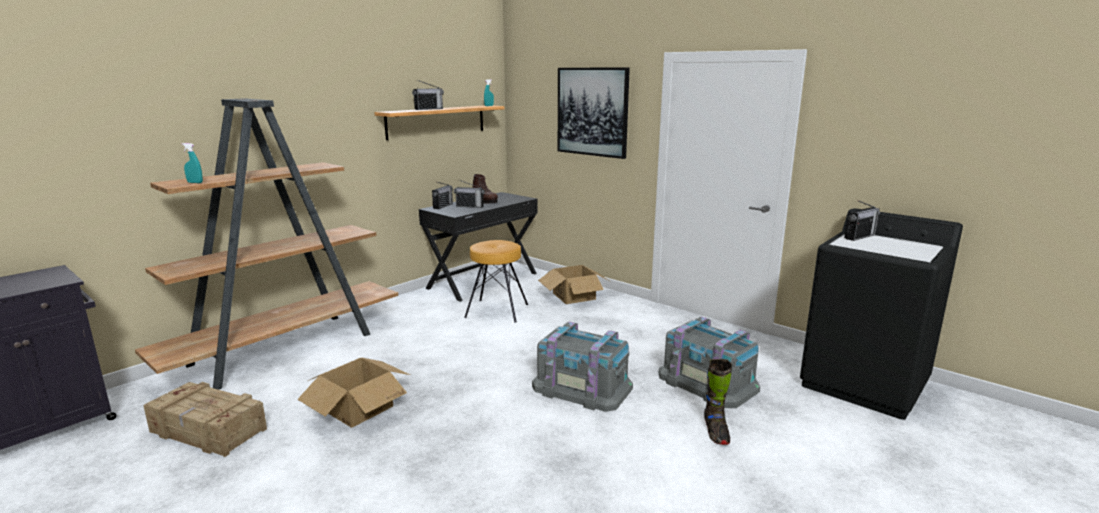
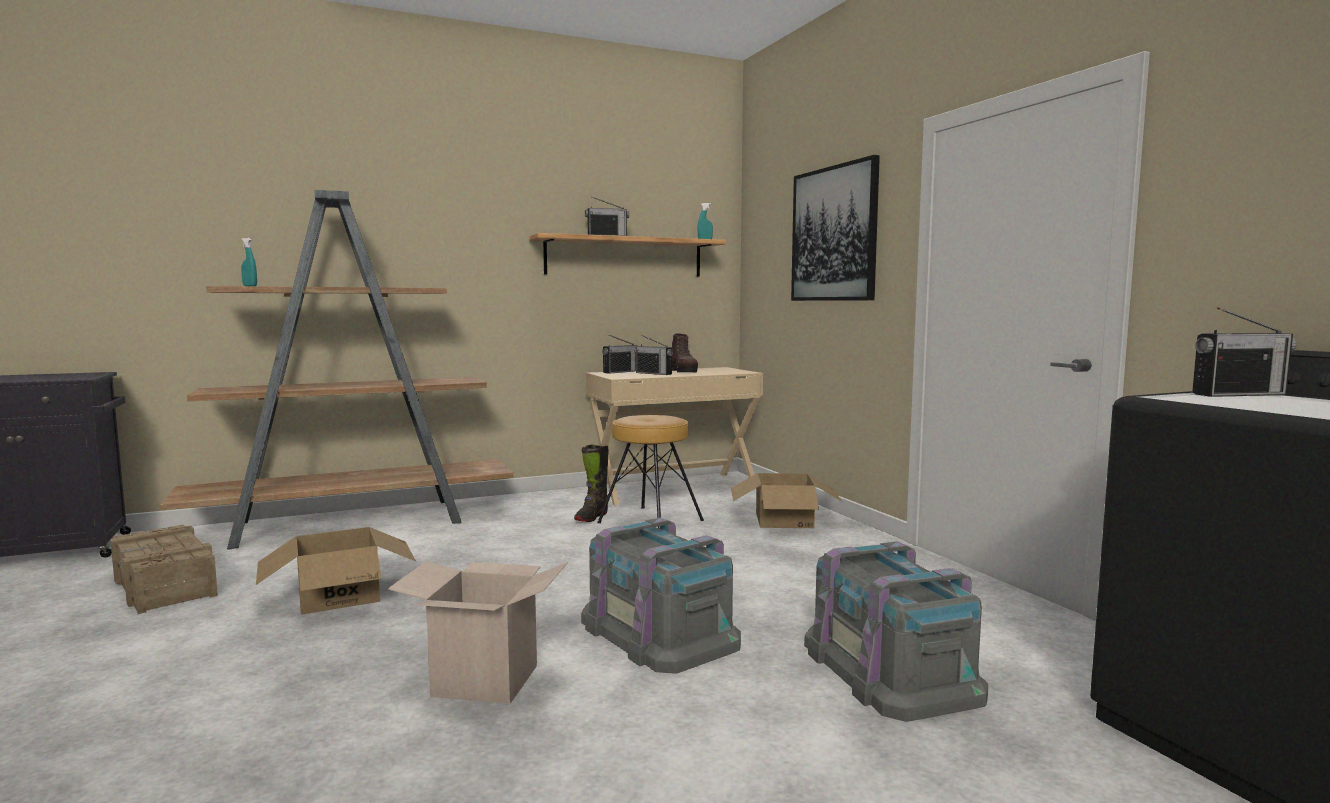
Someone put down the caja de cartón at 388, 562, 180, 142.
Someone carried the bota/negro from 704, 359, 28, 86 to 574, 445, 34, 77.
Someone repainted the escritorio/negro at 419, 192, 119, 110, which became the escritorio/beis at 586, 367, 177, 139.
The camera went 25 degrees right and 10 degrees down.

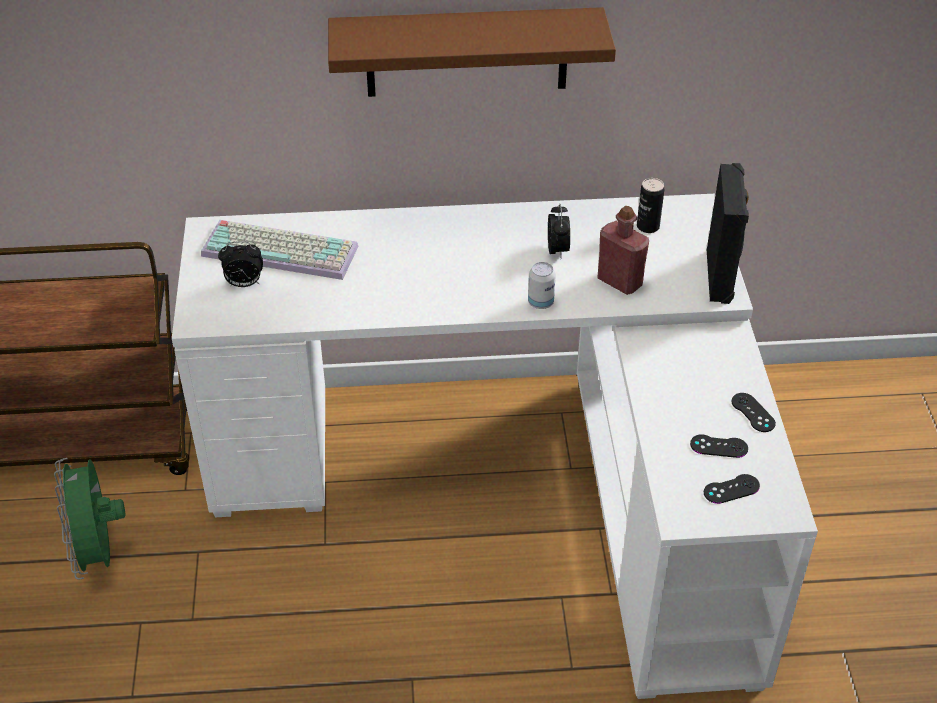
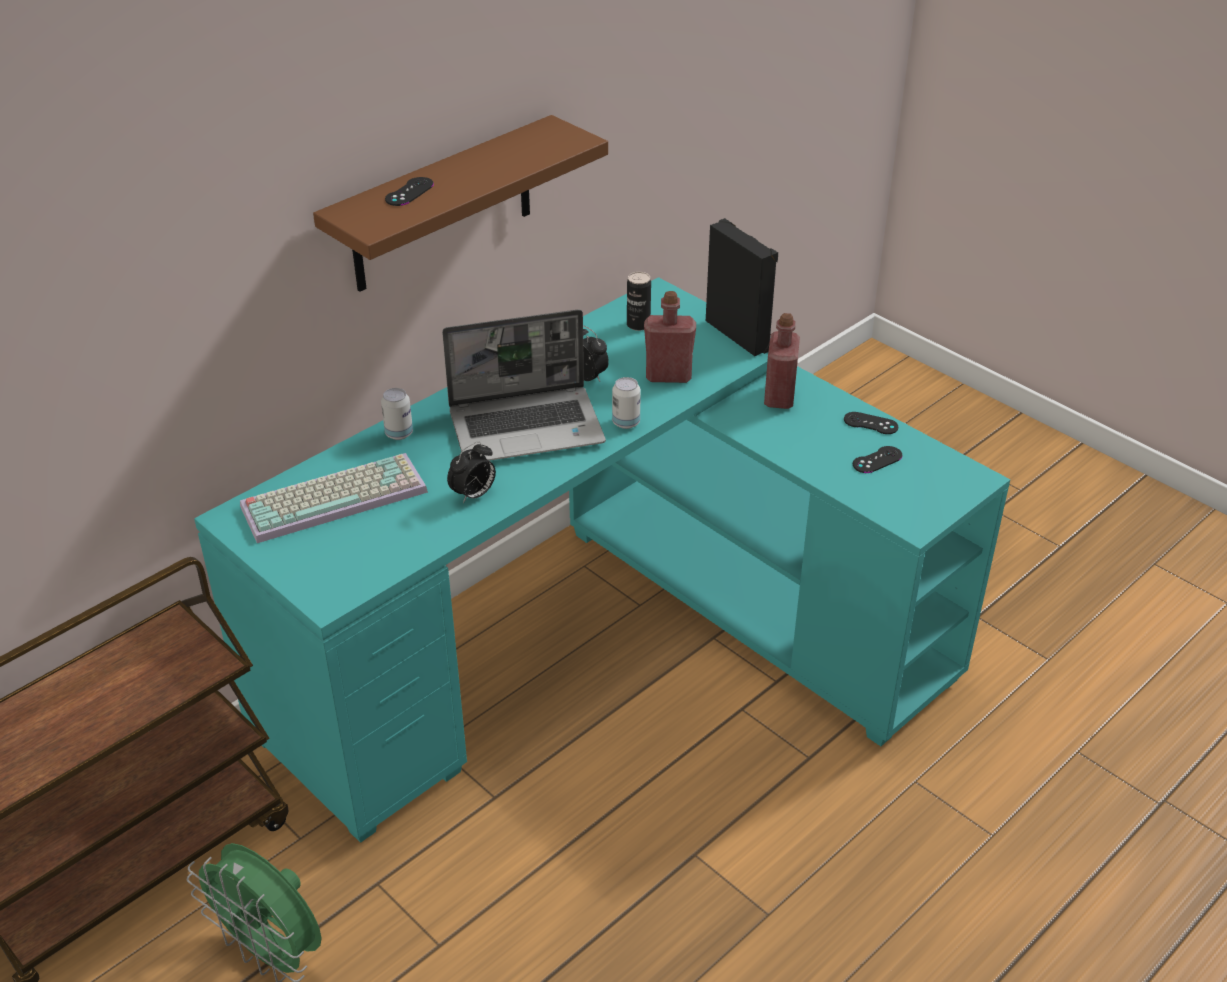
Someone repainted the escritorio/blanco at 172, 194, 646, 505, which became the escritorio/turquesa at 194, 277, 816, 566.
Someone put down the lata at 381, 388, 32, 52.
Someone carried the mando de consola/negro from 704, 474, 56, 30 to 385, 177, 49, 29.
Someone put down the portátil at 442, 309, 164, 152.
Someone carried the despertador from 218, 241, 45, 46 to 447, 441, 49, 62.
Someone put down the botella/rojo at 764, 313, 36, 96.
The camera went 40 degrees left and 5 degrees down.

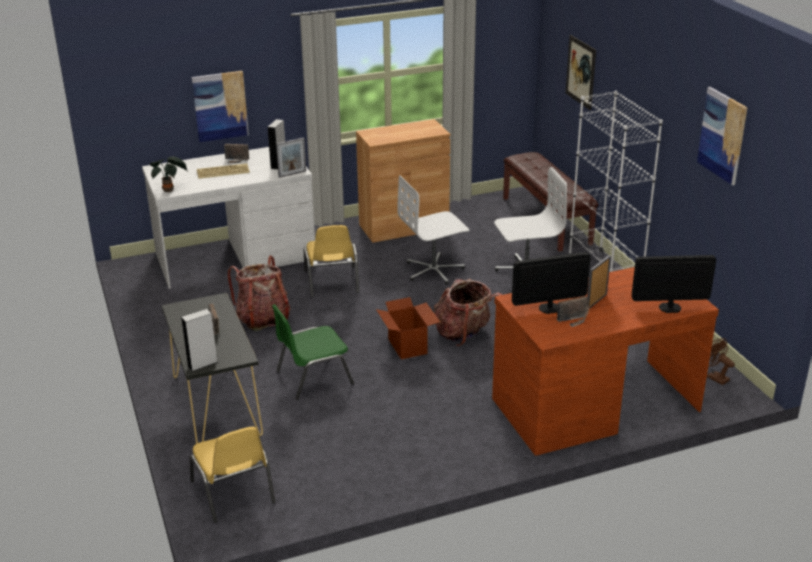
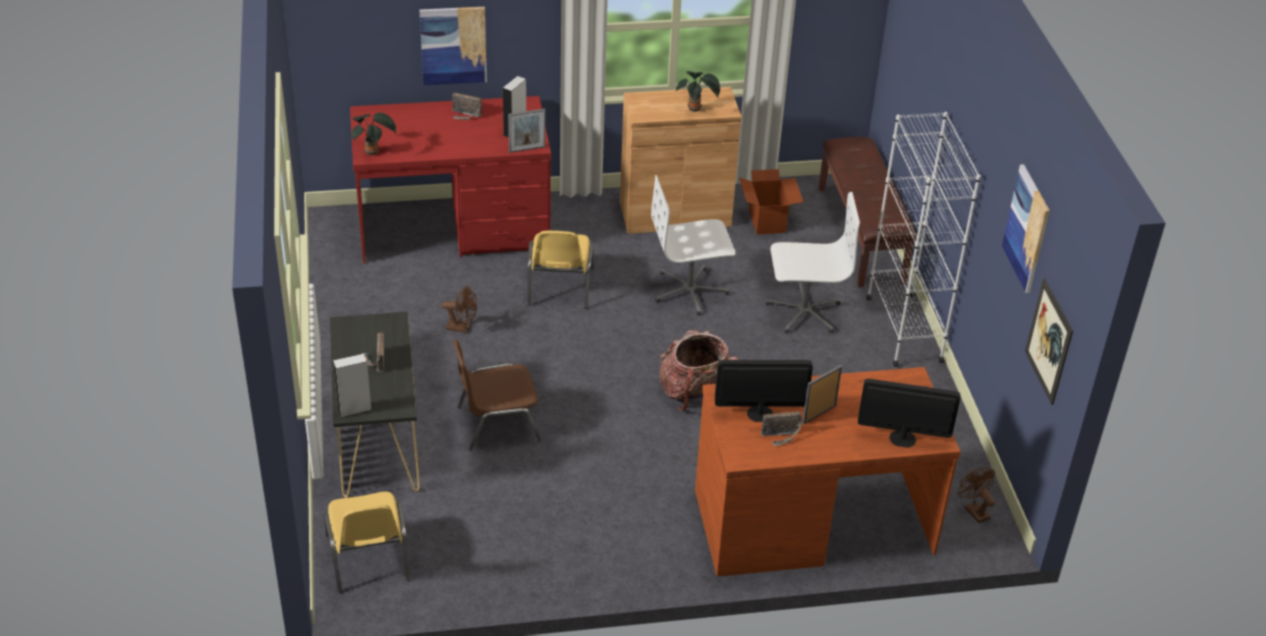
Someone repainted the escritorio/blanco at 142, 147, 173, 142, which became the escritorio/rojo at 350, 96, 201, 168.
Someone swapped the mochila at 228, 256, 63, 75 for the ventilador/marrón at 441, 286, 36, 47.
Someone repainted the silla/verde at 272, 304, 82, 96, which became the silla/marrón at 453, 340, 89, 111.
Someone put down the planta en maceta at 676, 71, 44, 41.
Someone carried the caja de cartón from 376, 297, 64, 62 to 739, 169, 65, 66.
Someone carried the cuadro from 566, 35, 30, 75 to 1025, 278, 48, 127.
Someone took away the teclado at 197, 163, 53, 16.
The camera went 10 degrees right and 10 degrees up.

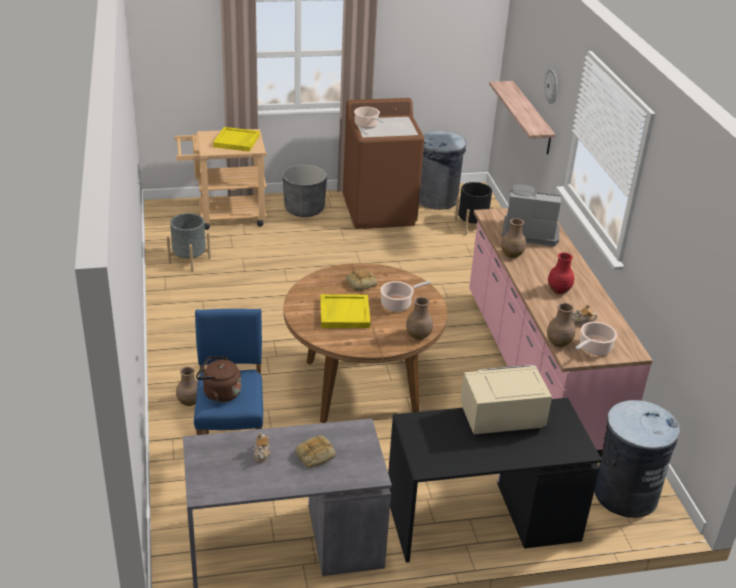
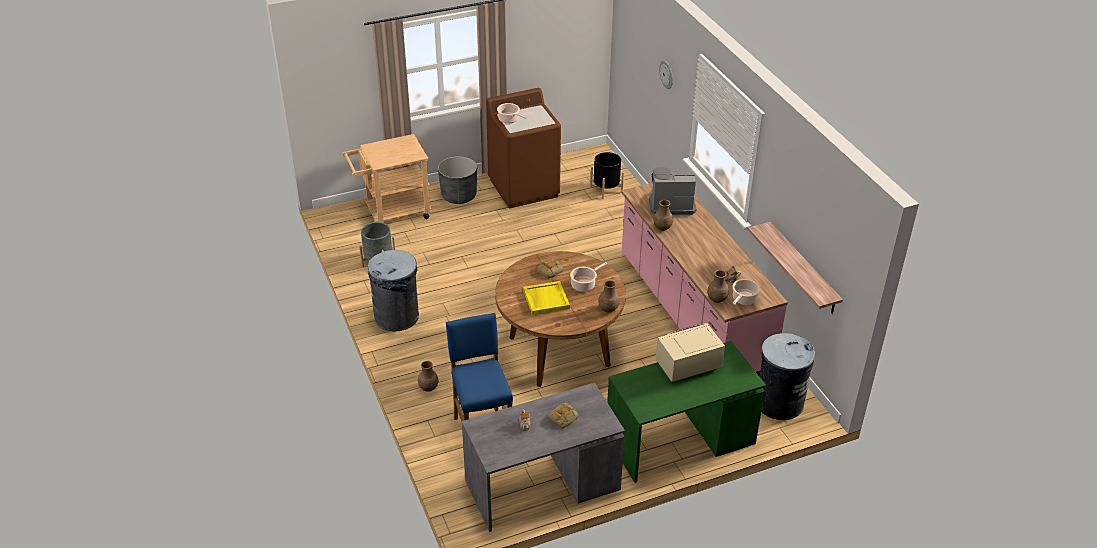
Someone carried the papelera/gris from 419, 131, 47, 79 to 368, 250, 51, 81.
Someone repainted the escritorio/negro at 388, 398, 214, 165, which became the escritorio/verde at 607, 341, 159, 142.
Someone carried the estante from 489, 81, 67, 74 to 748, 222, 95, 92.
Someone took away the hervidor/marrón at 196, 356, 45, 46.
Someone took away the bandeja/amarillo at 213, 127, 47, 25.
Someone took away the florero/rojo at 548, 252, 26, 42.
The camera went 10 degrees left and 5 degrees up.

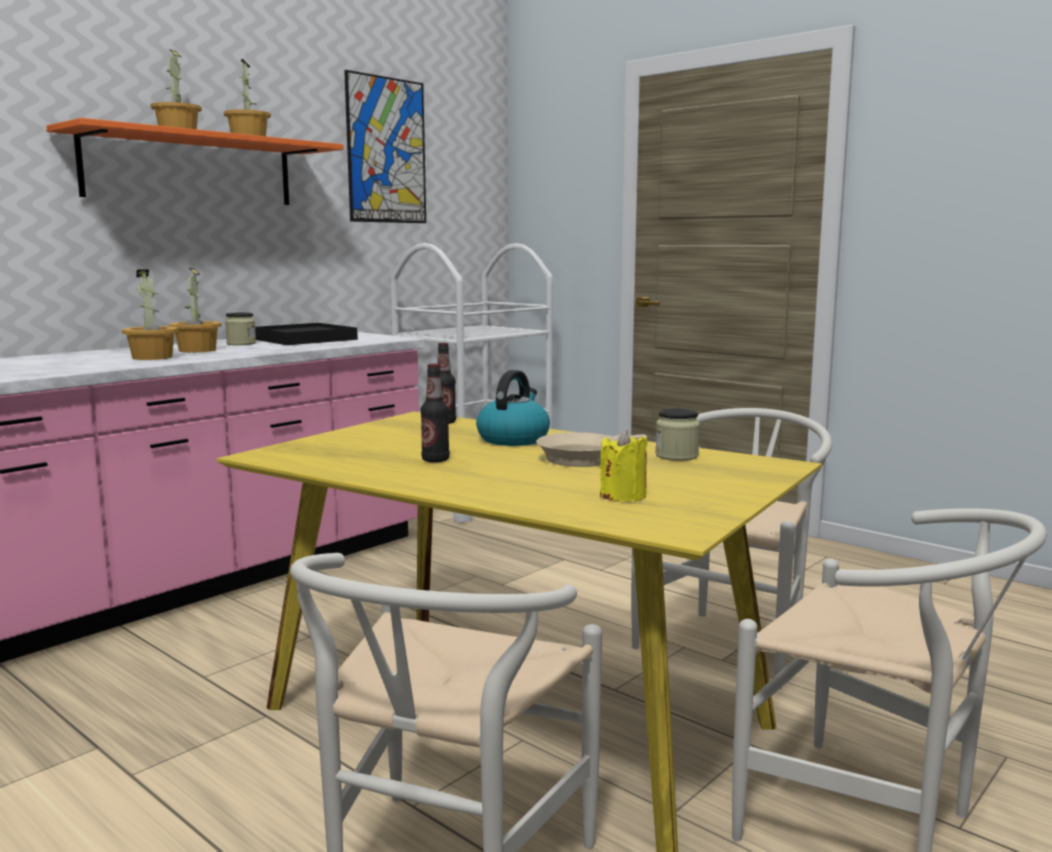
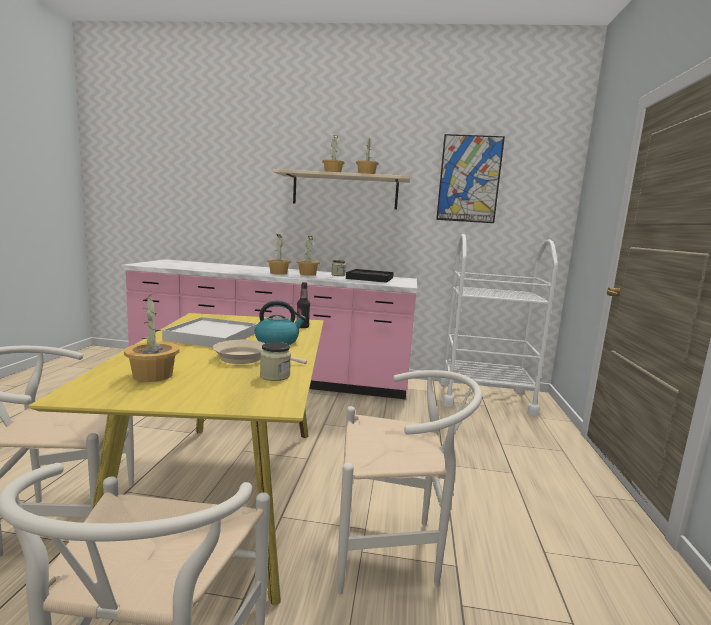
Someone swapped the vela/amarillo at 600, 430, 48, 71 for the planta en maceta at 124, 294, 56, 88.
Someone swapped the botella at 420, 364, 30, 99 for the bandeja/blanco at 162, 317, 95, 30.
Someone repainted the estante/naranja at 47, 118, 296, 87, which became the estante/beis at 273, 169, 137, 41.
The camera went 55 degrees right and 0 degrees up.

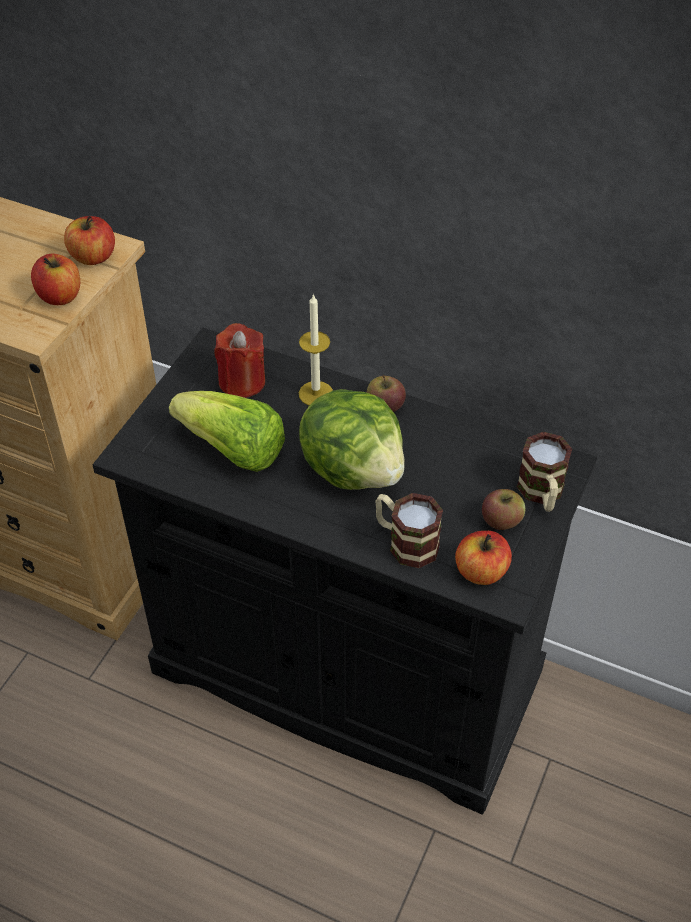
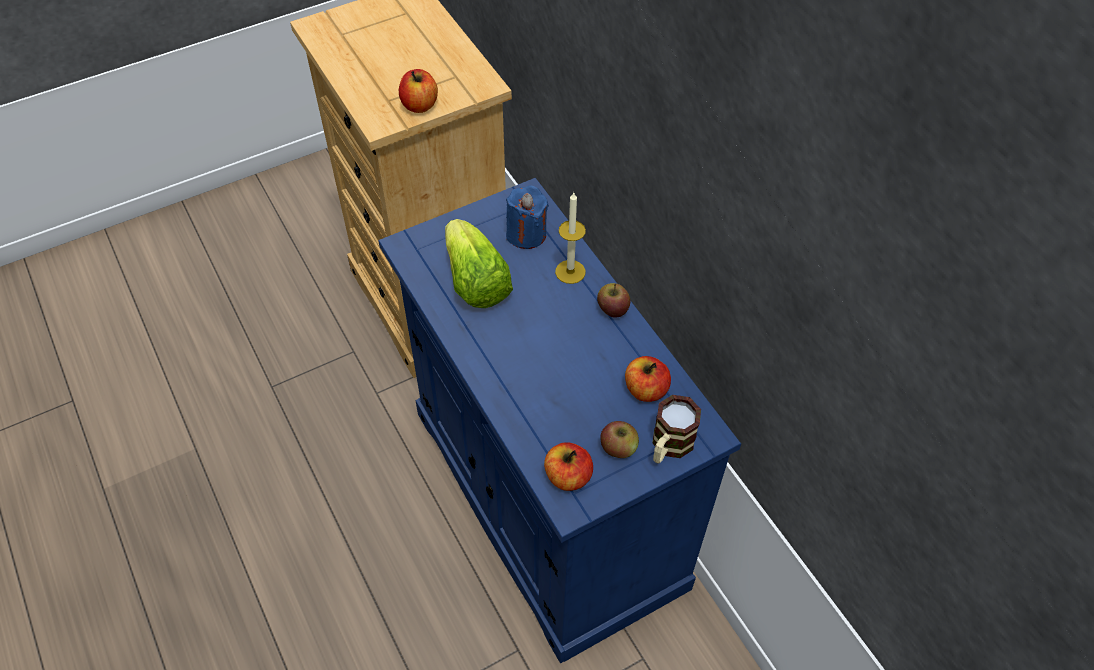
Someone repainted the armario/negro at 92, 327, 505, 488, which became the armario/azul at 378, 178, 363, 485.
Someone repainted the vela/rojo at 214, 323, 51, 75, which became the vela/azul at 506, 186, 43, 63.
Someone carried the manzana from 64, 216, 51, 49 to 625, 356, 46, 46.
Someone took away the lechuga at 299, 389, 106, 101.
Someone took away the taza grande at 375, 493, 68, 75.
The camera went 35 degrees right and 5 degrees up.

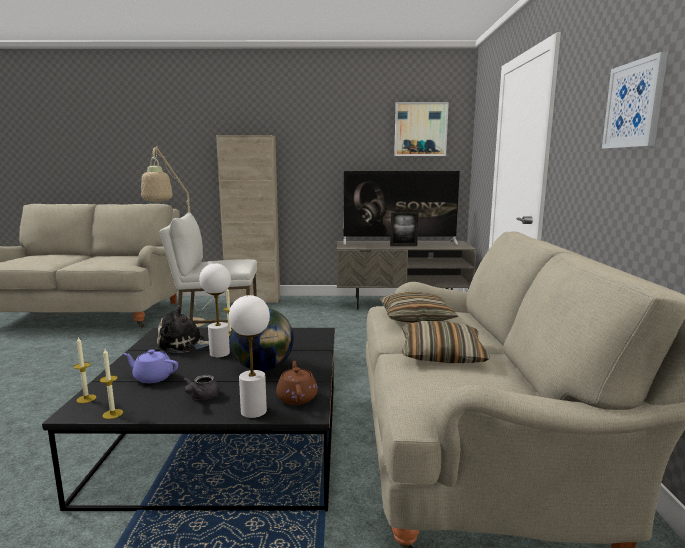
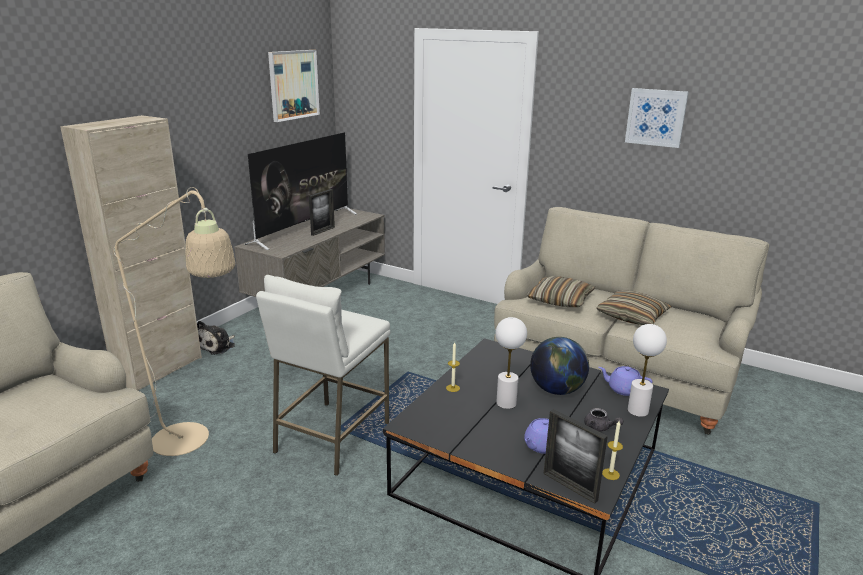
Someone carried the peluche from 156, 305, 53, 48 to 197, 321, 38, 34.
Someone swapped the vela at 74, 337, 22, 66 for the portarretratos at 544, 409, 64, 95.
Someone repainted the tetera/marrón at 276, 361, 42, 44, which became the tetera/morado at 599, 366, 53, 30.
The camera went 60 degrees left and 10 degrees up.

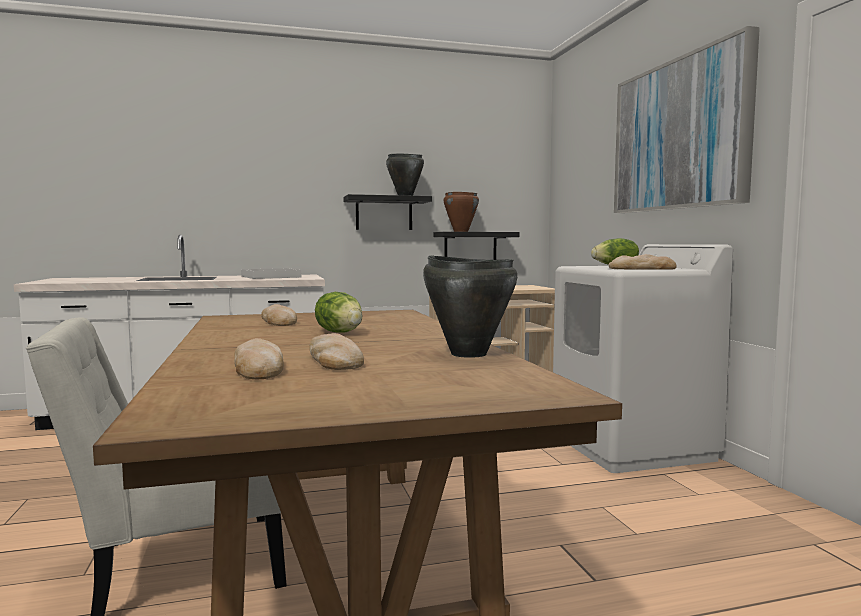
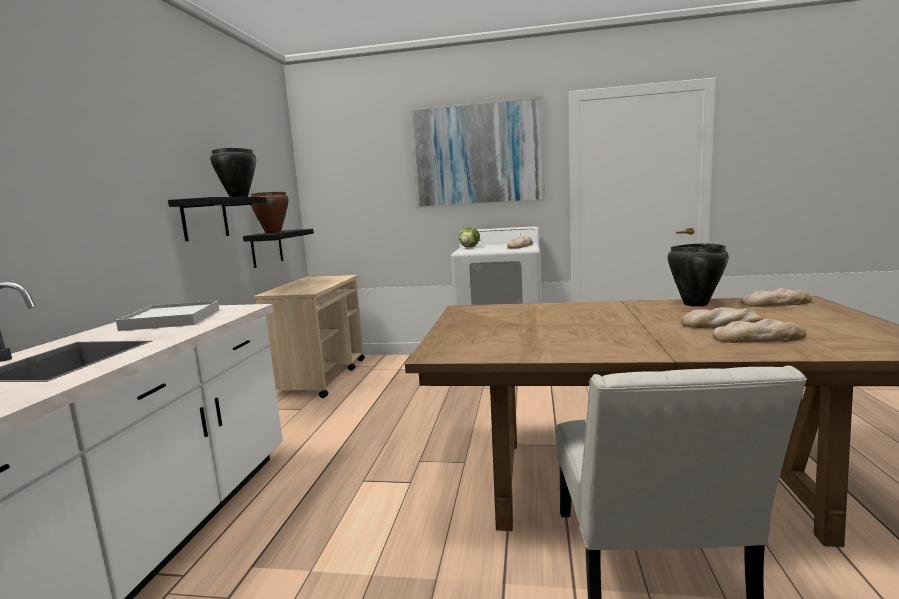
Someone carried the pan from 261, 304, 36, 22 to 740, 288, 72, 19.
Someone took away the lechuga at 315, 292, 48, 41.
The camera went 65 degrees left and 5 degrees up.

